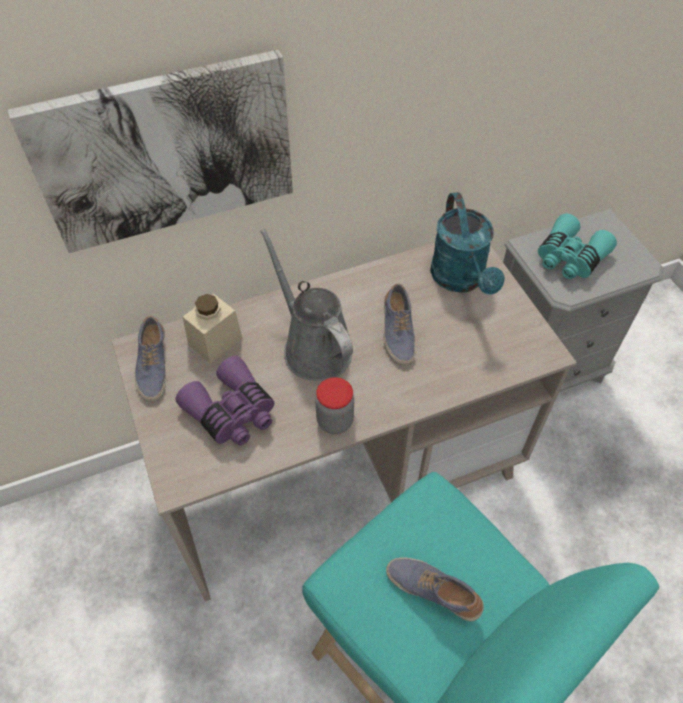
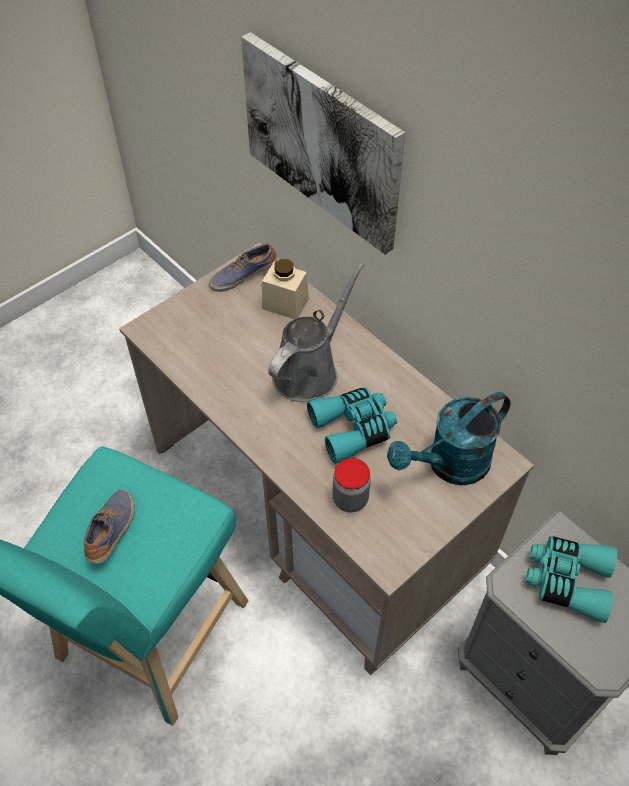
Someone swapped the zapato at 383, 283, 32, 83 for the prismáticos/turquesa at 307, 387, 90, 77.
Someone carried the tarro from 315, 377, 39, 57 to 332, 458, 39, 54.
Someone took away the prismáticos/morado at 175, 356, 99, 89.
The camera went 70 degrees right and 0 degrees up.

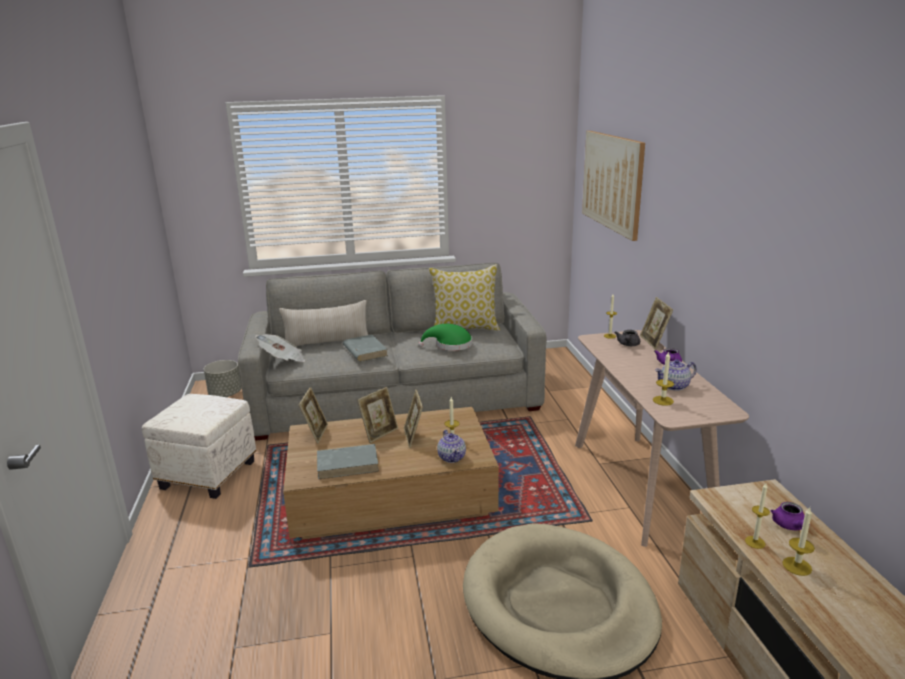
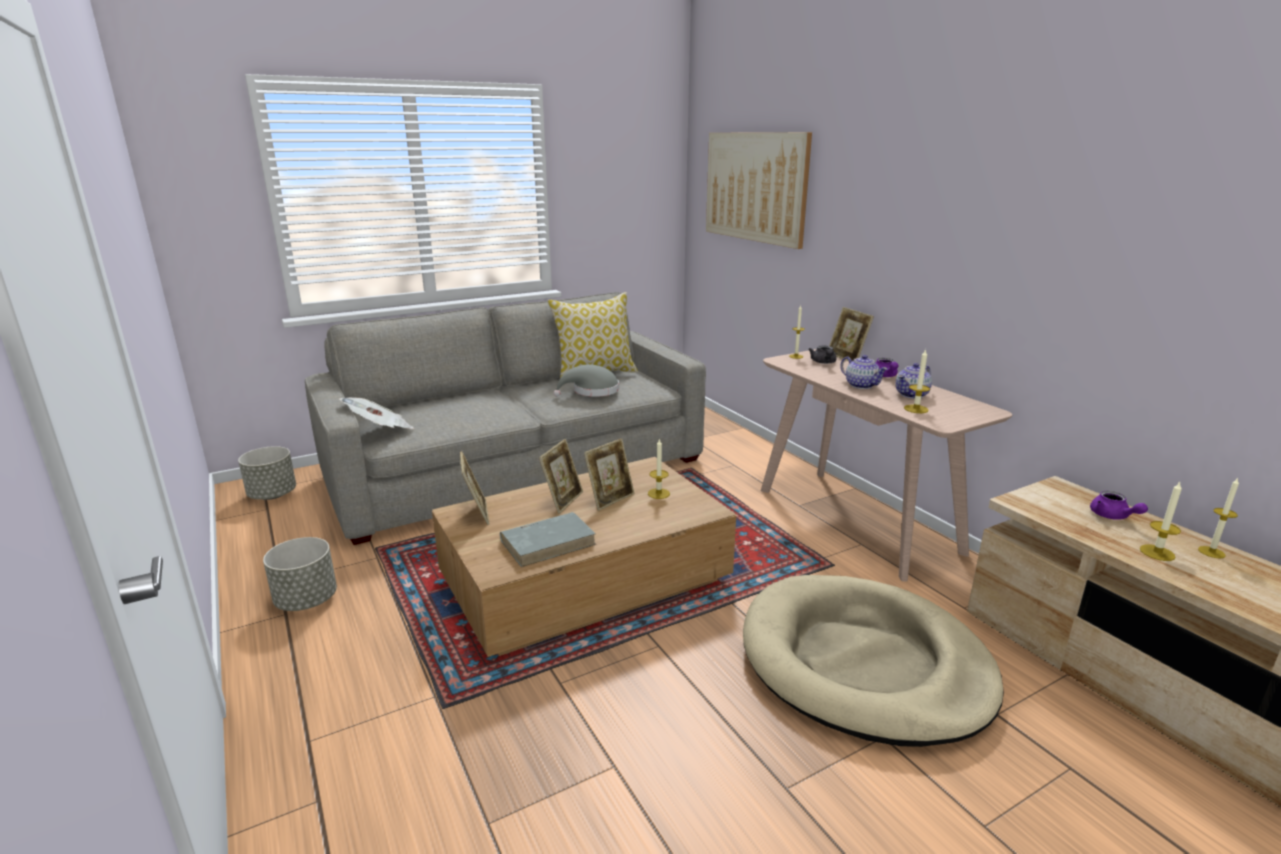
Someone swapped the puf/blanco at 142, 394, 114, 105 for the maceta/gris at 263, 537, 74, 74.
Someone repainted the sombrero/verde at 418, 324, 54, 27, which became the sombrero/gris at 554, 364, 65, 33.
Someone rotated the portarretratos at 404, 389, 19, 59 by 105 degrees counterclockwise.
Someone carried the tetera from 437, 430, 29, 33 to 840, 355, 48, 34.
Someone carried the vela from 745, 483, 25, 66 to 1198, 478, 41, 80.
Someone took away the cojín/beis at 279, 300, 89, 46.
Someone took away the libro/gris at 343, 335, 45, 27.
The camera went 20 degrees left and 0 degrees up.

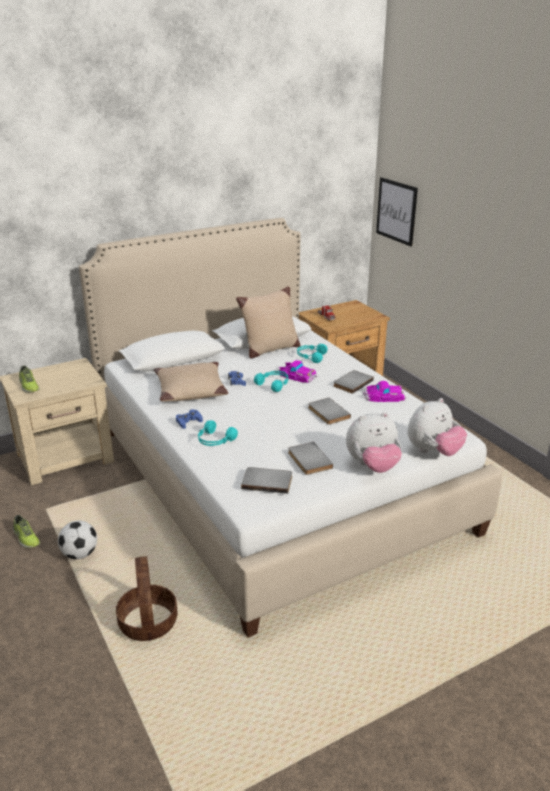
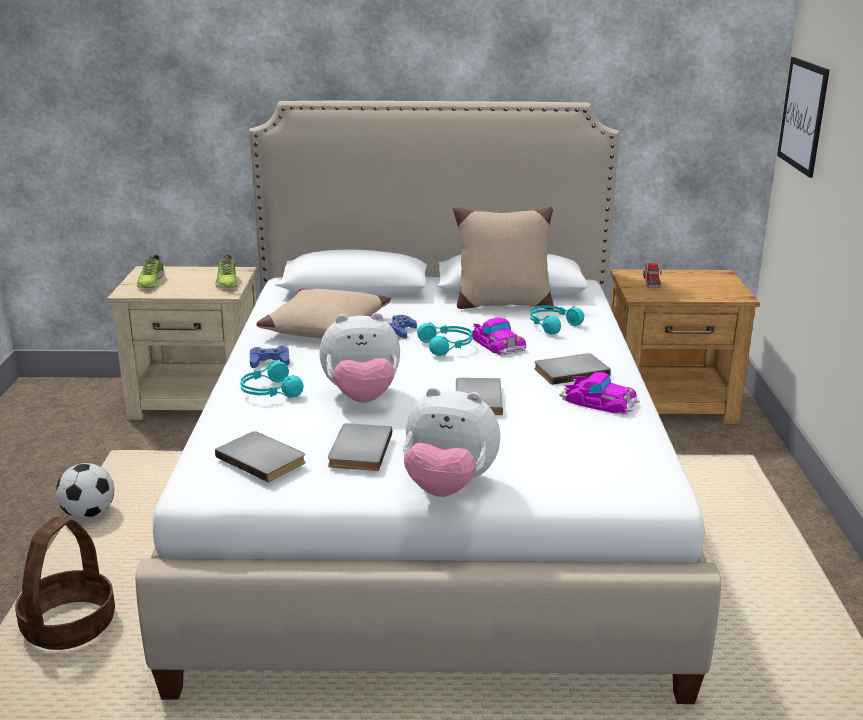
Someone carried the zapato from 13, 515, 27, 33 to 216, 255, 22, 33.
Someone carried the peluche from 408, 398, 59, 58 to 319, 313, 81, 90.
The camera went 30 degrees right and 5 degrees down.

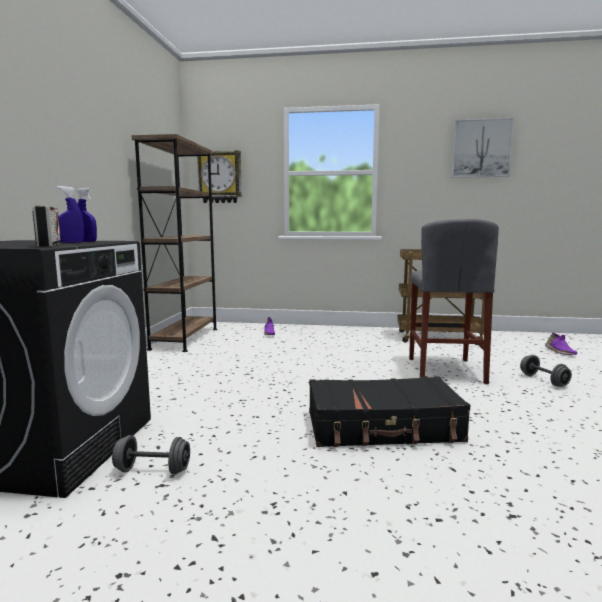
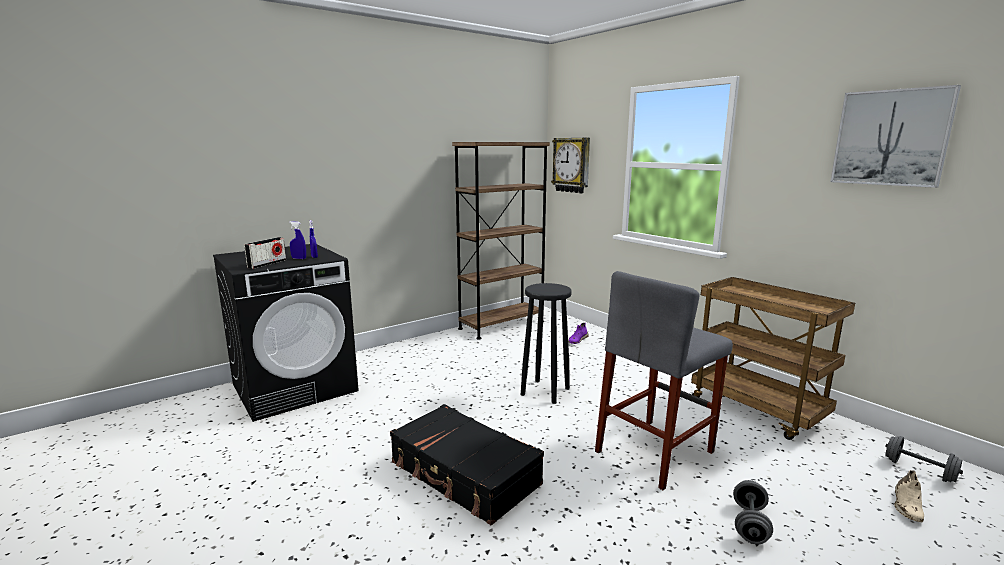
Someone put down the taburete/negro at 521, 283, 51, 121.
Someone carried the mancuerna/gris from 112, 435, 78, 39 to 885, 436, 78, 46.
Someone repainted the zapato/morado at 545, 333, 32, 22, which became the zapato/beis at 895, 470, 29, 53.
The camera went 45 degrees right and 5 degrees up.

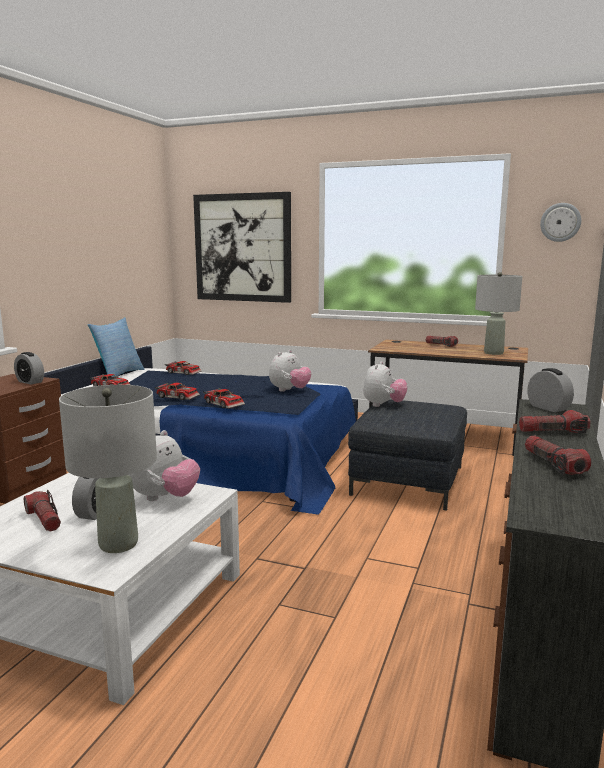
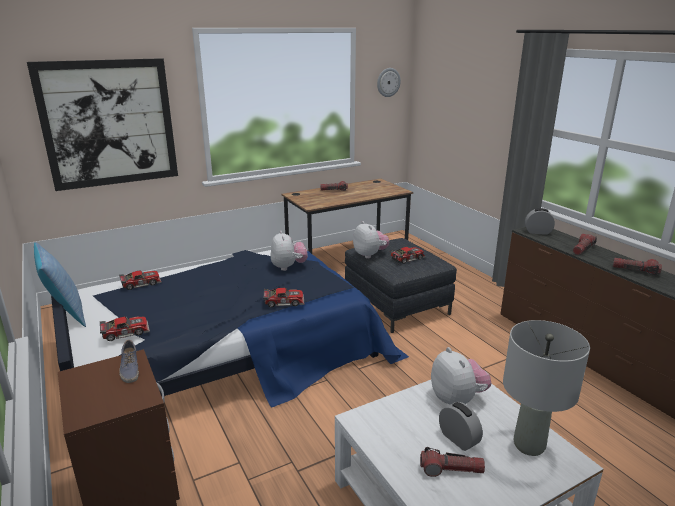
Someone swapped the despertador at 14, 352, 30, 33 for the zapato at 119, 340, 20, 43.
Someone carried the coche de juguete from 155, 383, 45, 17 to 390, 247, 36, 17.
Someone took away the lámpara de mesa/gris at 475, 272, 47, 83.
The camera went 50 degrees left and 10 degrees up.

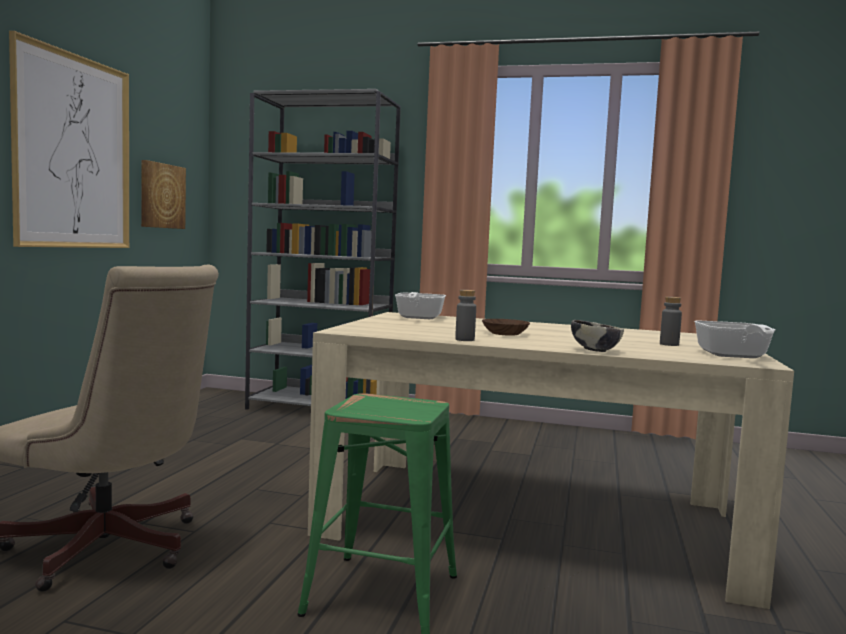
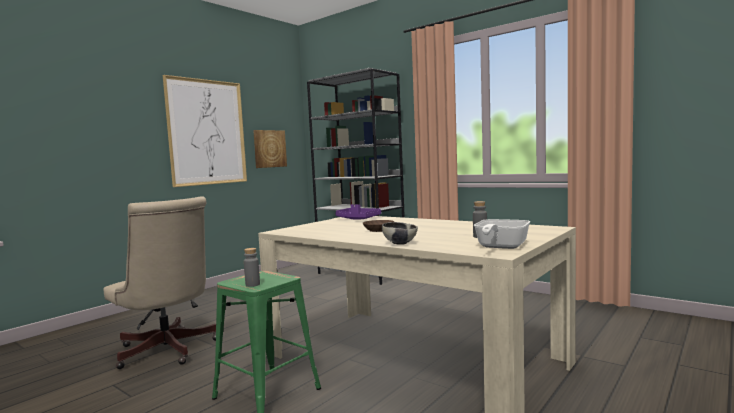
Someone carried the botella/gris from 455, 290, 21, 51 to 244, 248, 16, 39.
Someone swapped the sartén at 395, 292, 51, 27 for the bandeja/morado at 335, 204, 46, 16.
The camera went 25 degrees right and 0 degrees up.

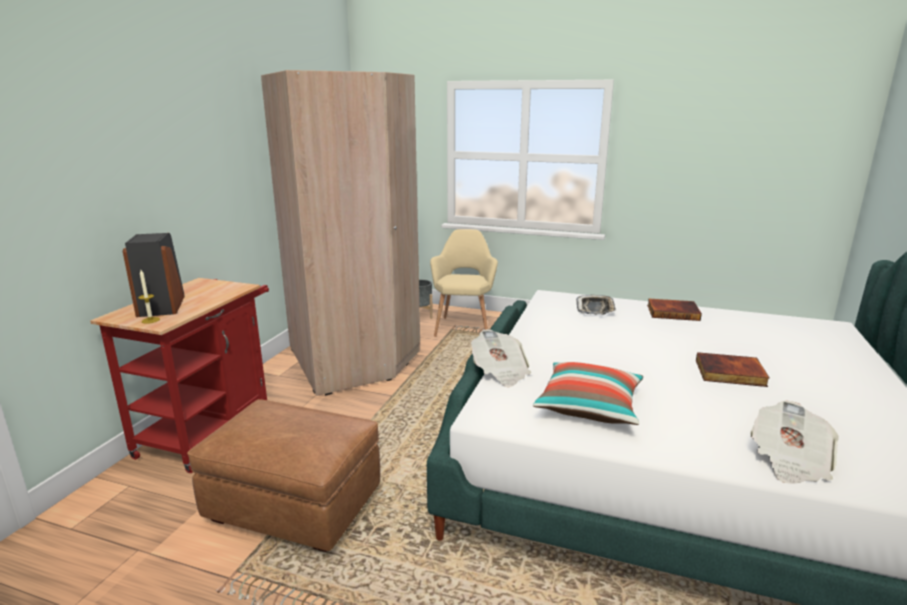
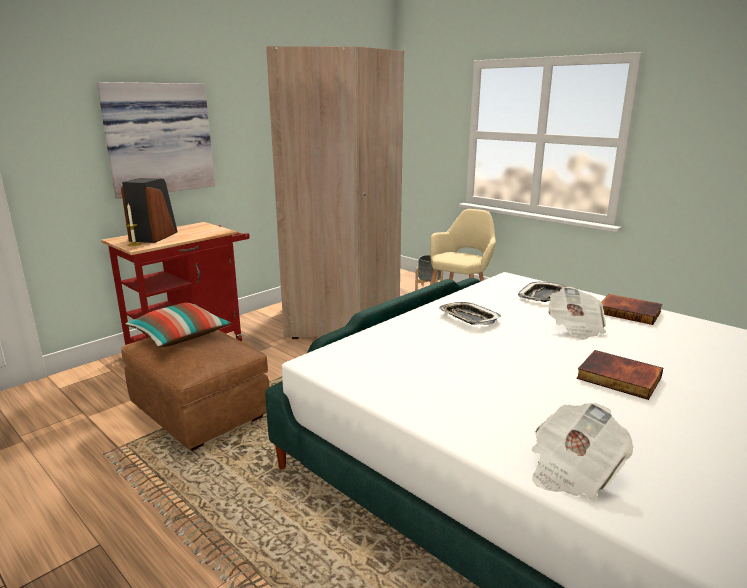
Someone put up the cuadro at 97, 82, 118, 116.
Someone carried the cojín from 533, 362, 110, 63 to 126, 303, 106, 44.
Someone put down the bandeja at 438, 302, 64, 23.
Someone carried the periódico from 471, 329, 60, 59 to 548, 287, 58, 53.
The camera went 25 degrees right and 0 degrees up.

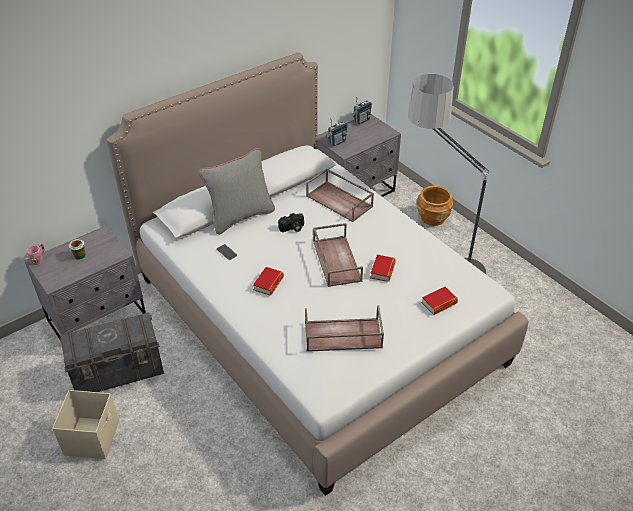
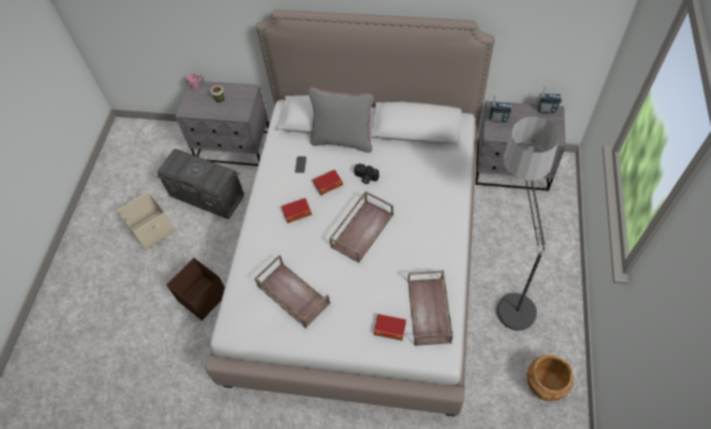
Someone put down the caja de almacenaje/marrón at 167, 258, 58, 62.
Someone carried the libro from 370, 255, 26, 27 to 313, 170, 30, 25.
Someone carried the bandeja/marrón from 306, 169, 68, 53 to 408, 270, 45, 76.
Someone carried the maceta/marrón from 417, 186, 36, 40 to 527, 355, 47, 46.
The camera went 50 degrees right and 15 degrees up.

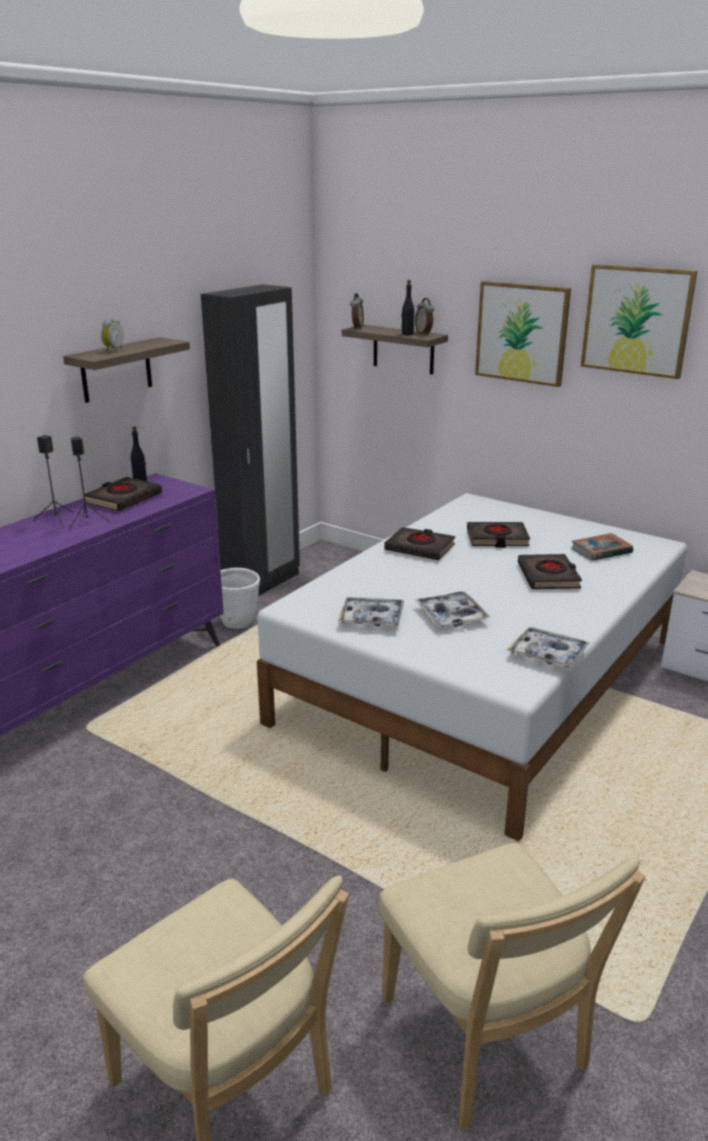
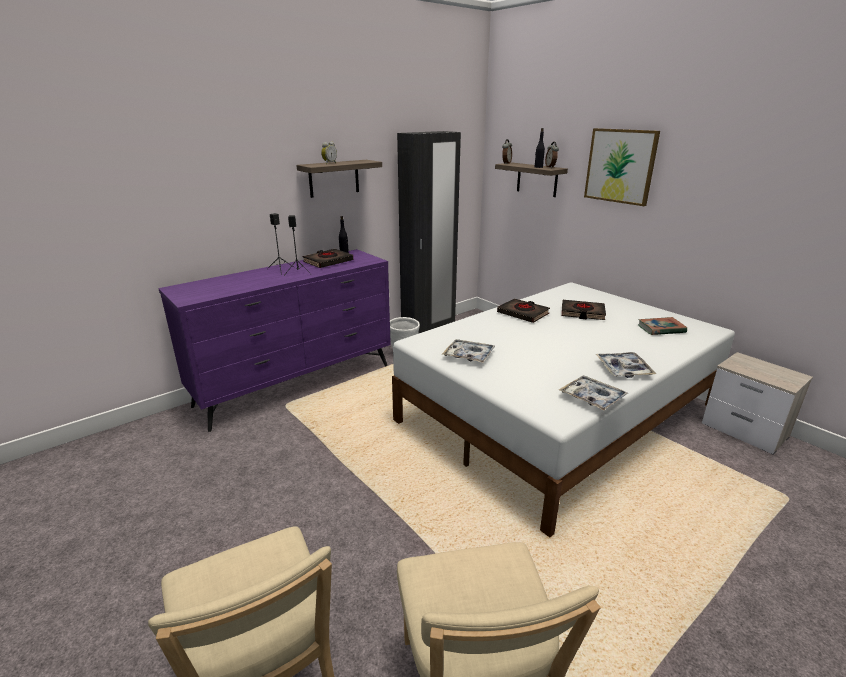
Someone carried the bandeja from 416, 591, 74, 36 to 596, 352, 60, 26.
Someone took away the libro/negro at 518, 554, 64, 35.
Someone took away the cuadro at 581, 264, 116, 115.
The camera went 15 degrees right and 0 degrees up.

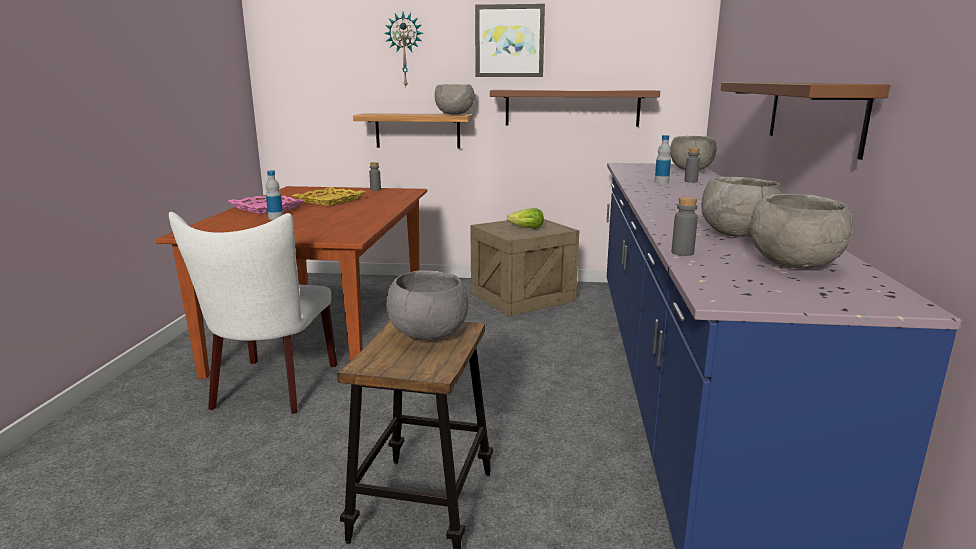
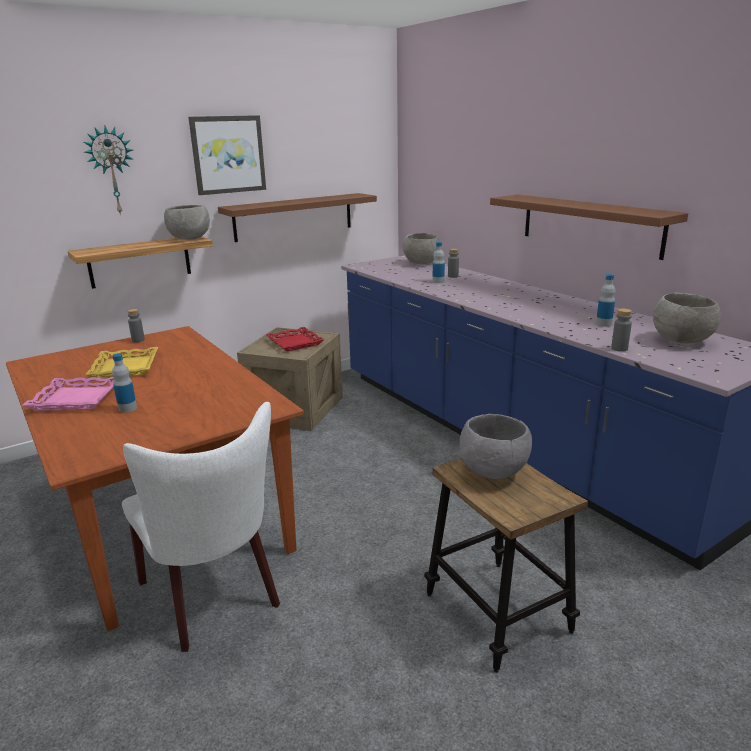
Someone swapped the lechuga at 507, 208, 37, 21 for the bandeja/rojo at 266, 327, 59, 24.
Someone swapped the cuenco/gris at 701, 177, 82, 60 for the botella at 596, 274, 20, 53.
The camera went 40 degrees left and 5 degrees up.

